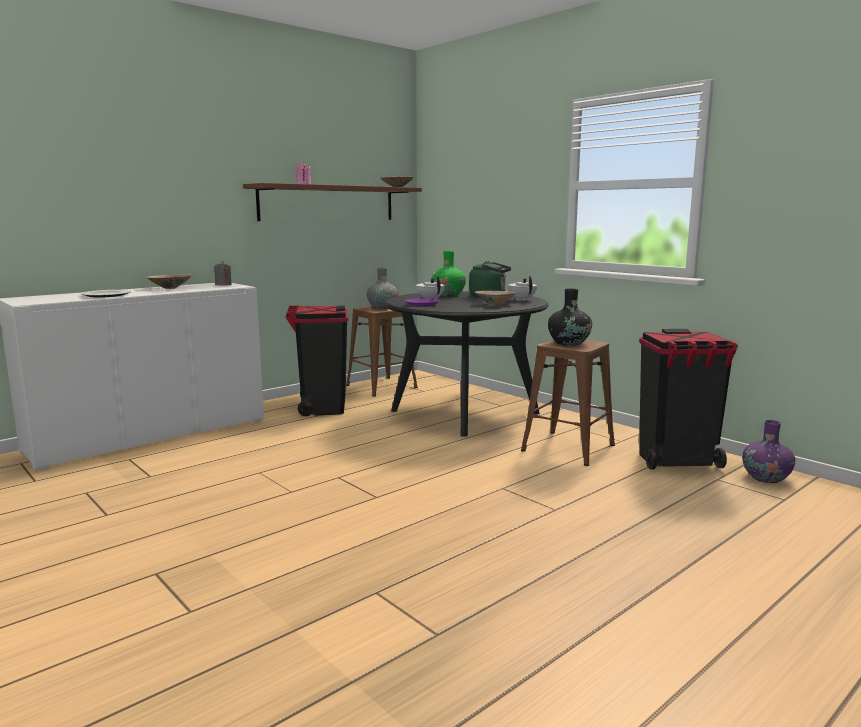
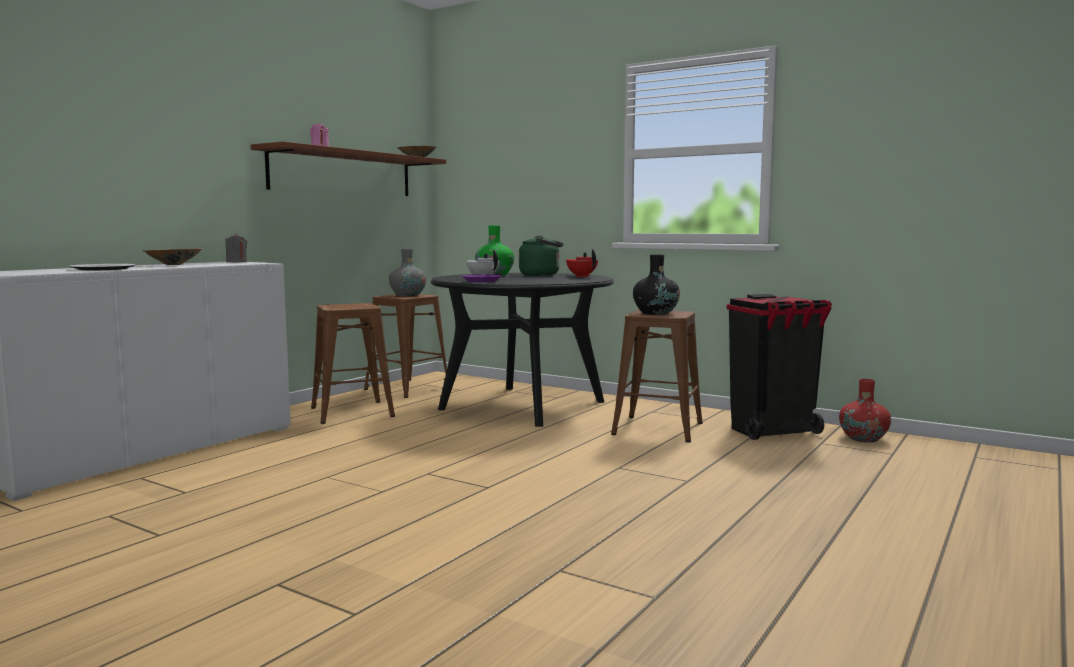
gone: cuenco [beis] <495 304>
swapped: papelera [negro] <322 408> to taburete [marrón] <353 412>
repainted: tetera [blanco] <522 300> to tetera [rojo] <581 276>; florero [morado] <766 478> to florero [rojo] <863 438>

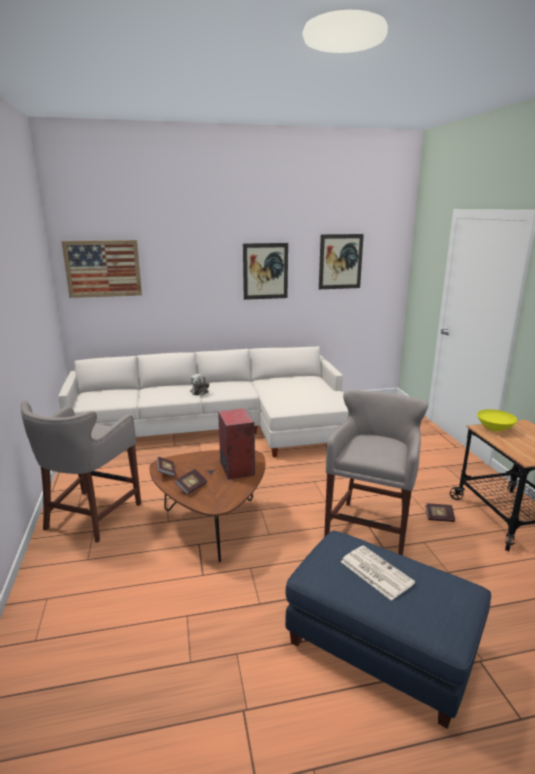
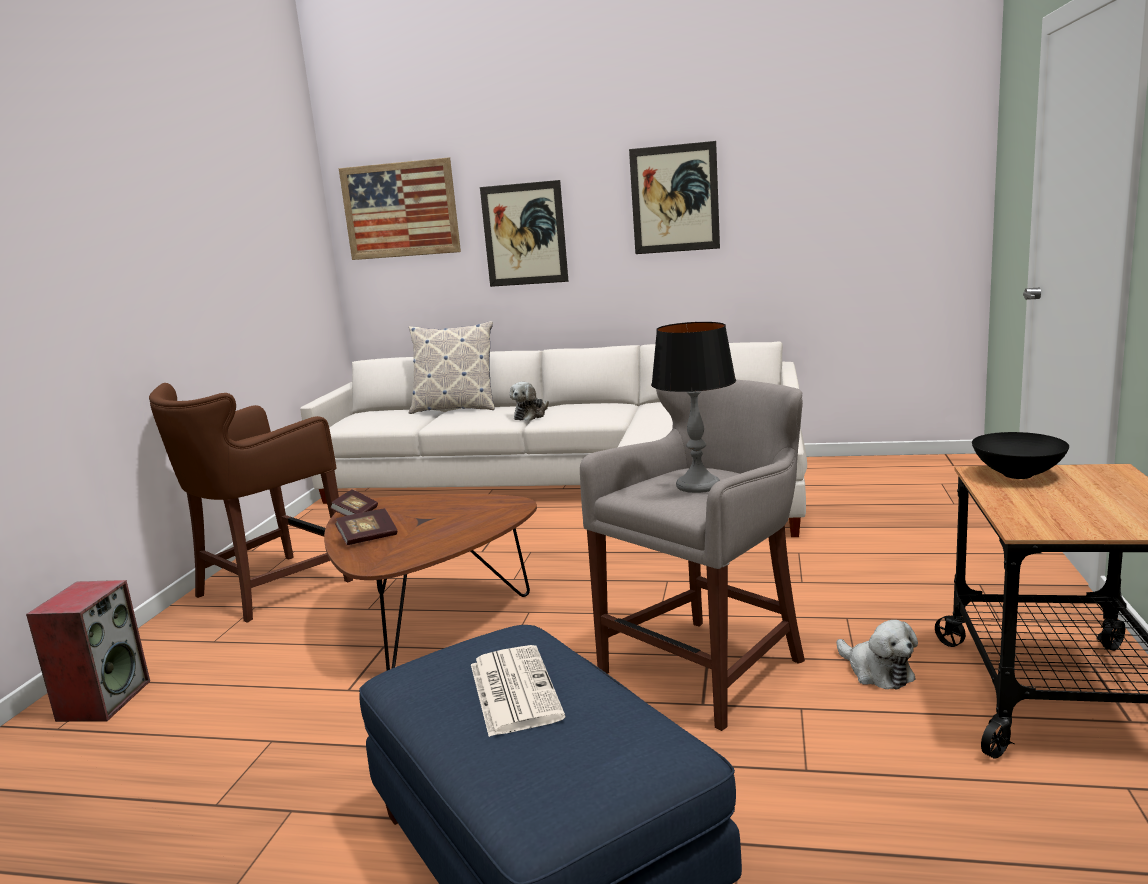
new: cojín <455 408>; lámpara de mesa <697 485>
shifted: cuadro <340 261> to <524 234>; altavoz <236 468> to <104 700>
swapped: libro <439 517> to peluche <877 672>
repainted: taburete [gris] <90 517> to taburete [marrón] <268 589>; cuenco [amarillo] <495 429> to cuenco [negro] <1017 475>

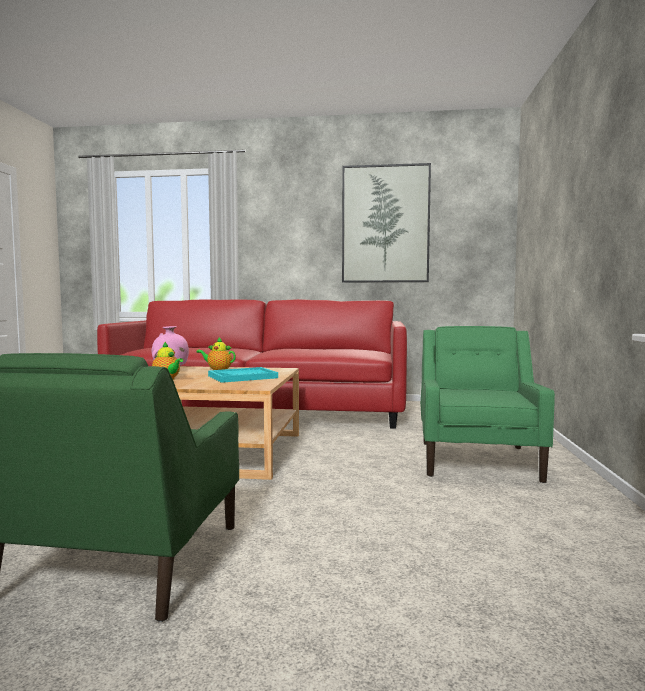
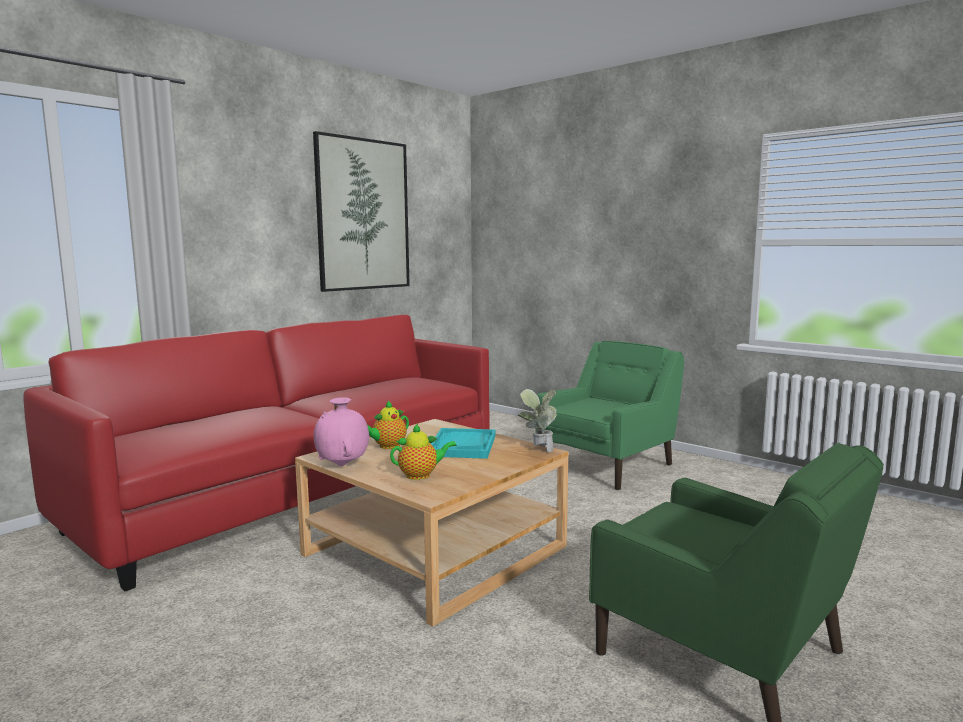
new: planta en maceta <538 450>
rotated: sillón [verde] <477 460> = <608 465> 90 degrees clockwise

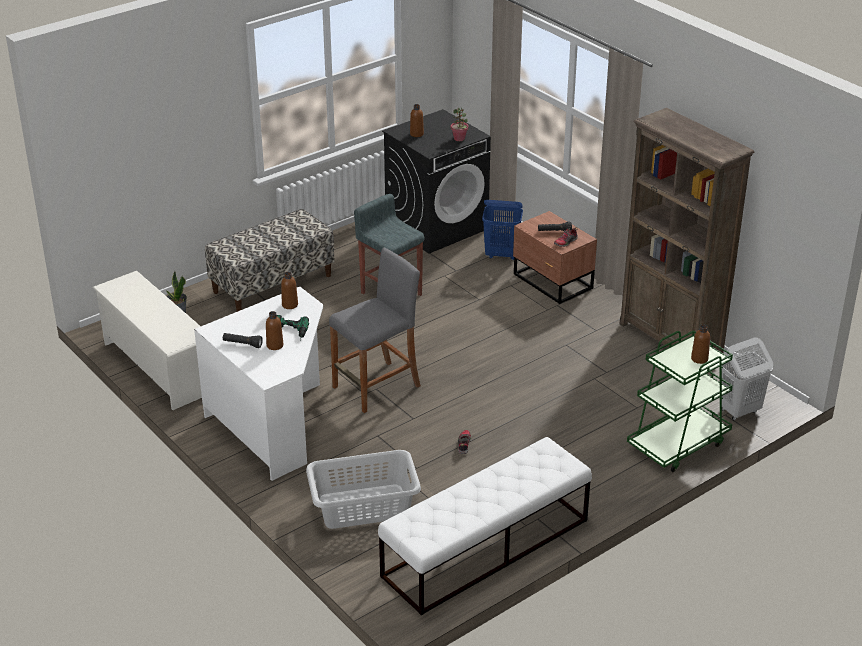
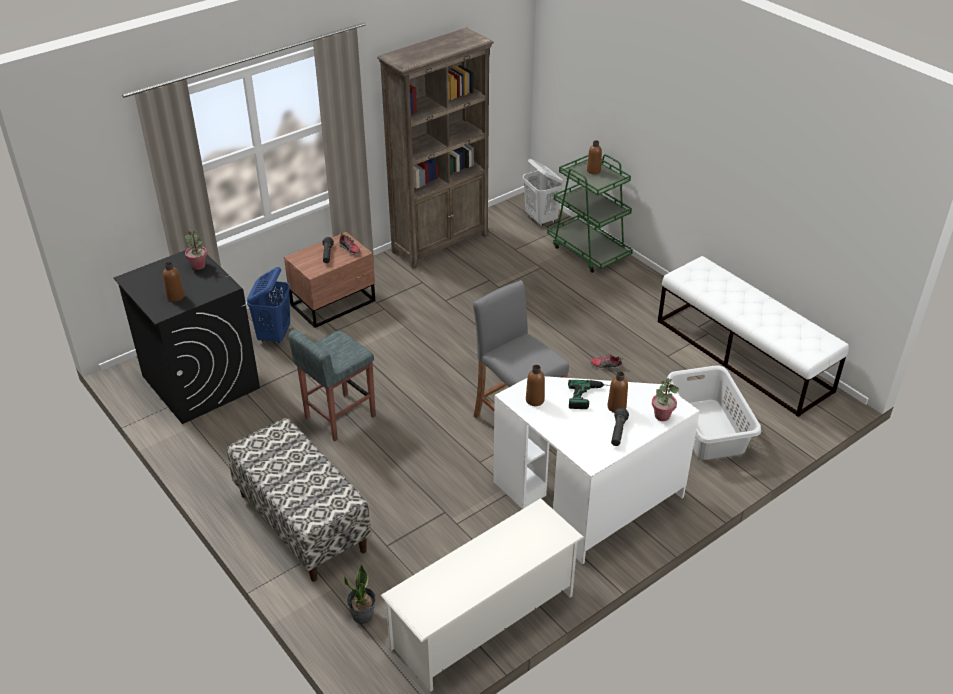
new: planta en maceta <662 416>

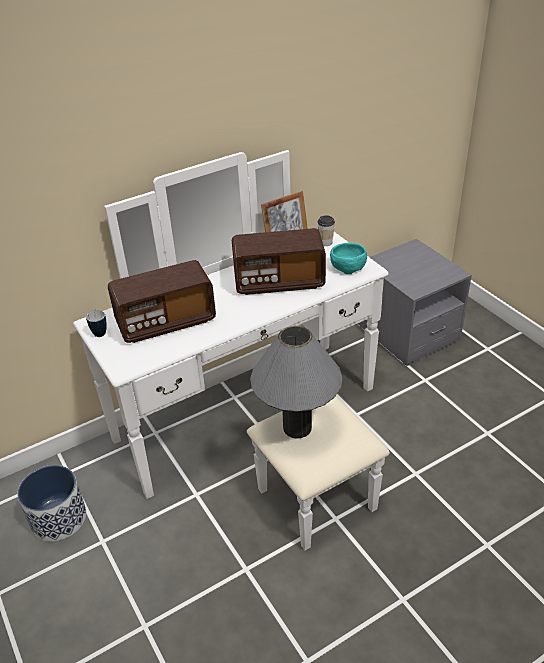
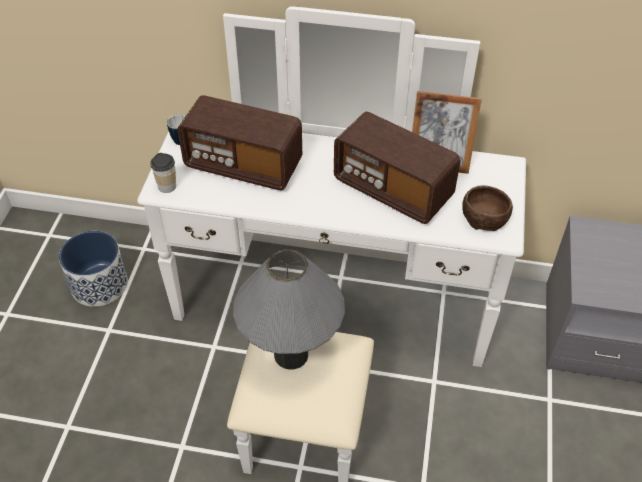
shifted: taza <325 242> to <167 186>
repainted: cuenco [turquesa] <347 266> to cuenco [marrón] <483 218>

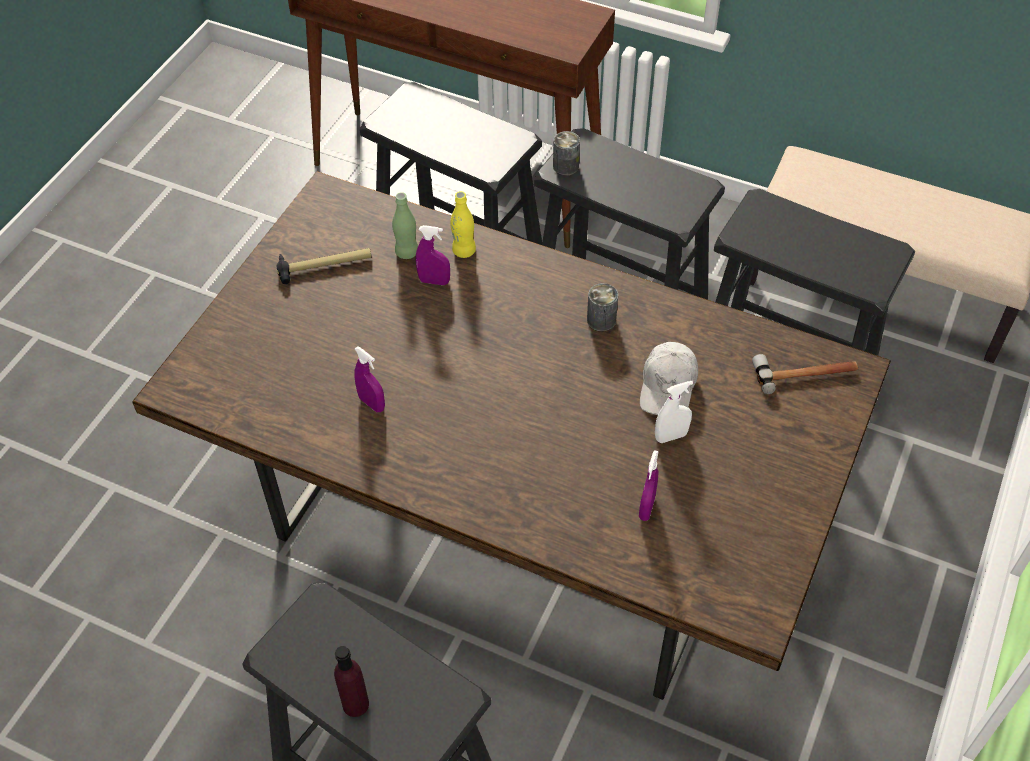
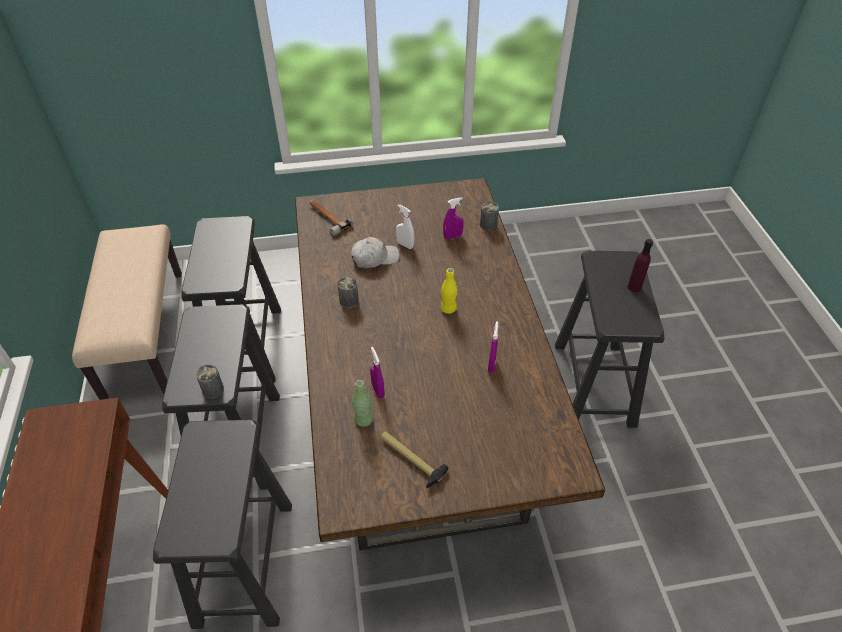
new: lata <488 225>
shifted: botella [amarillo] <464 251> to <448 309>

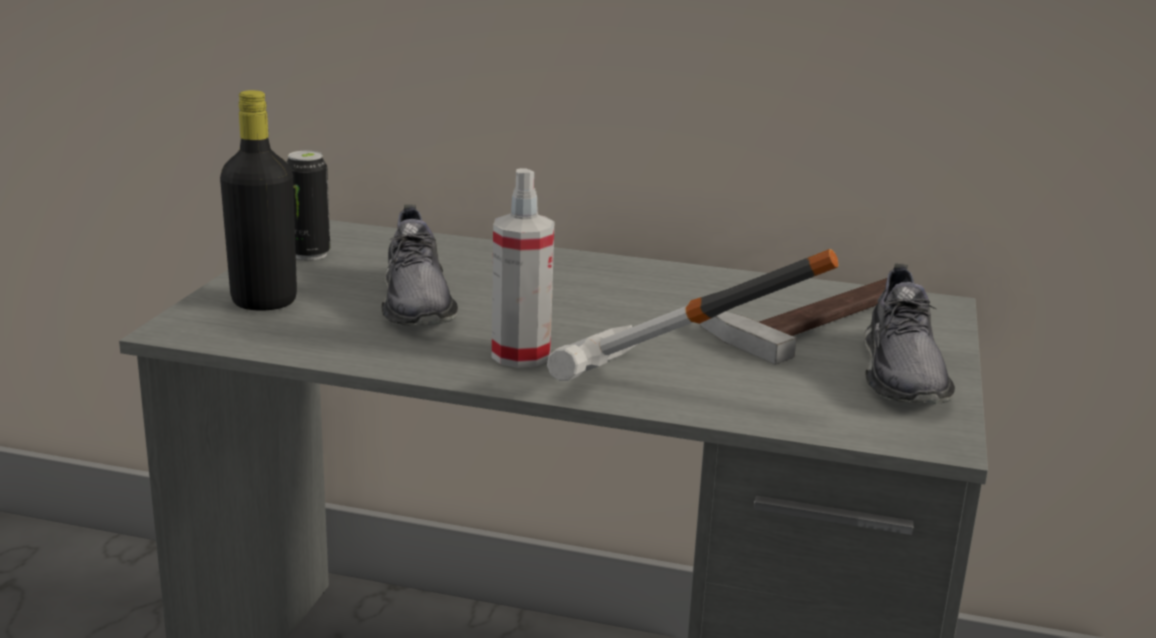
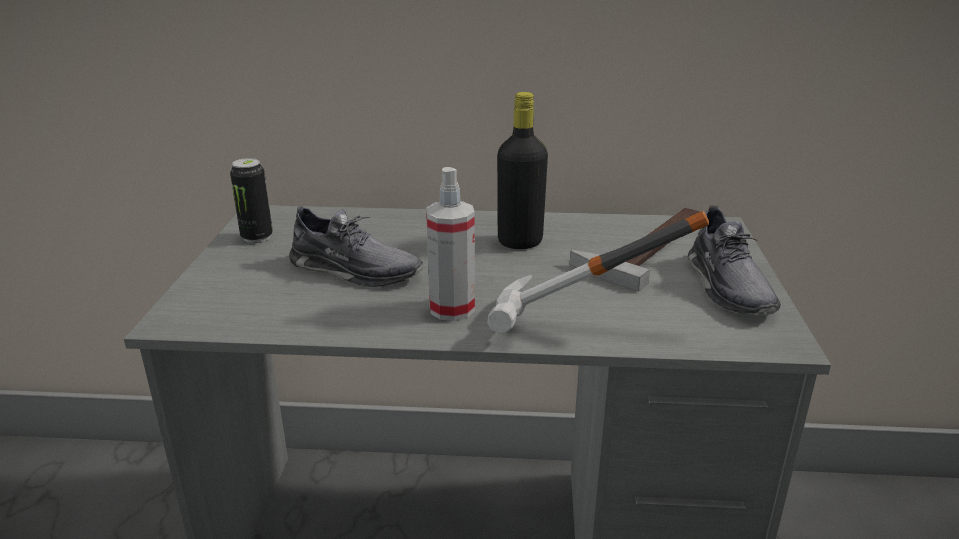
shifted: botella [negro] <264 302> to <520 242>
rotated: zapato [gris] <417 302> = <354 270> 45 degrees counterclockwise

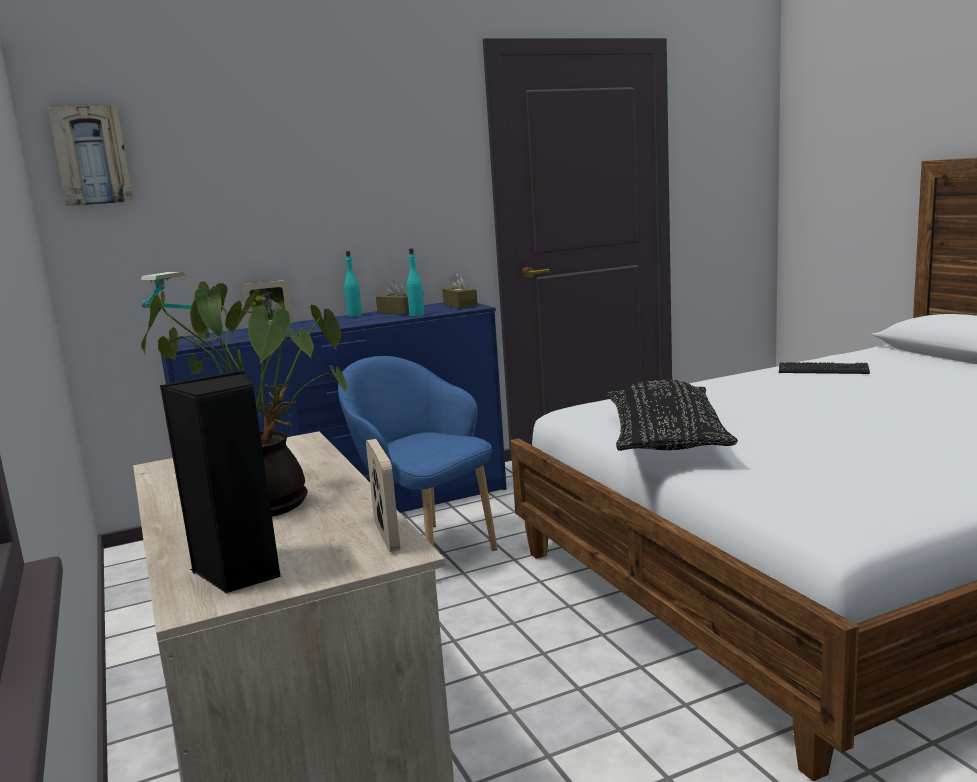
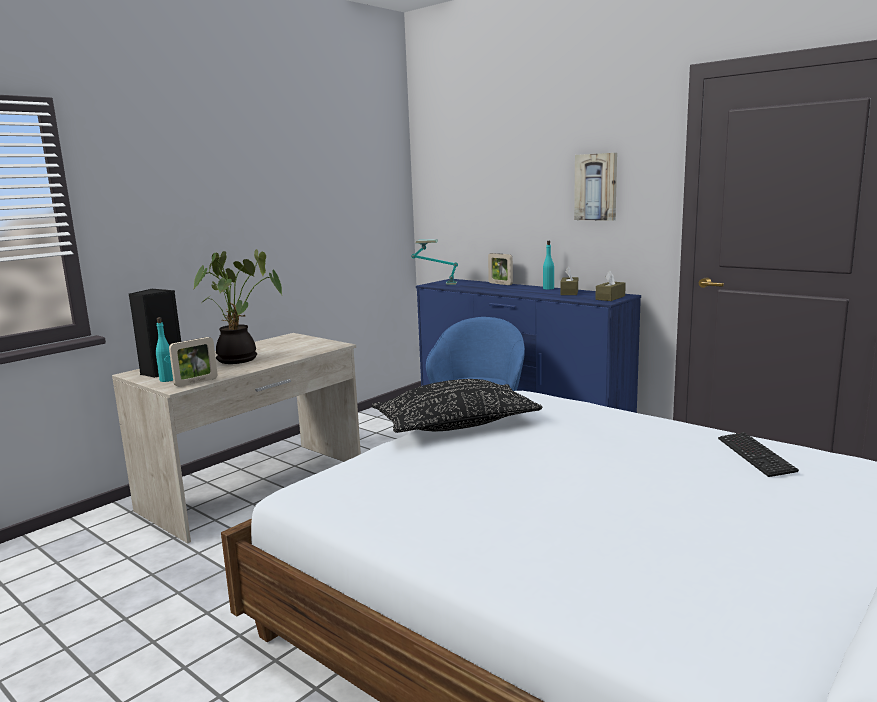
shifted: cuadro <91 156> to <596 187>; botella [turquesa] <417 315> to <167 380>

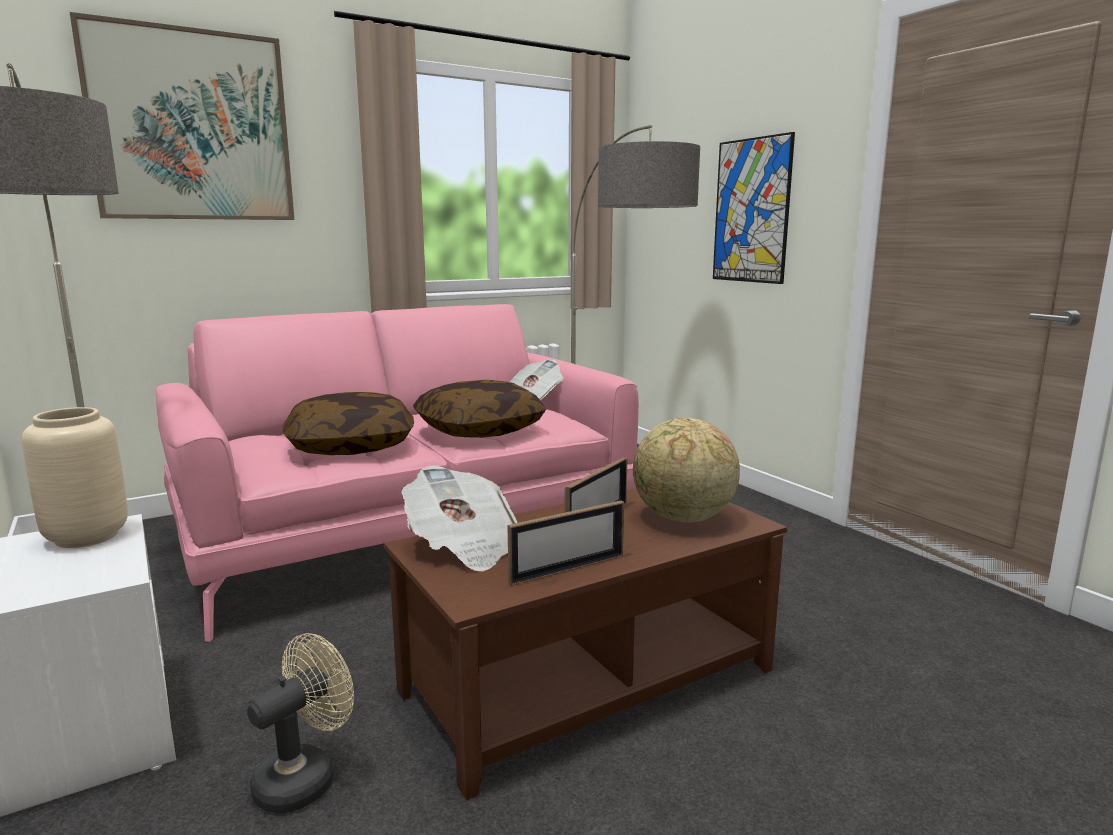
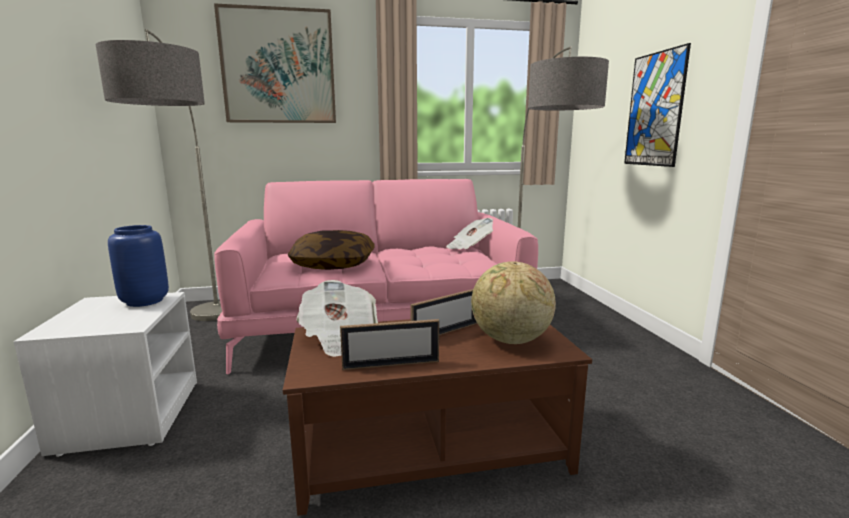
gone: cojín <479 430>; ventilador [beis] <305 777>
repainted: florero [beis] <86 536> to florero [azul] <144 301>

